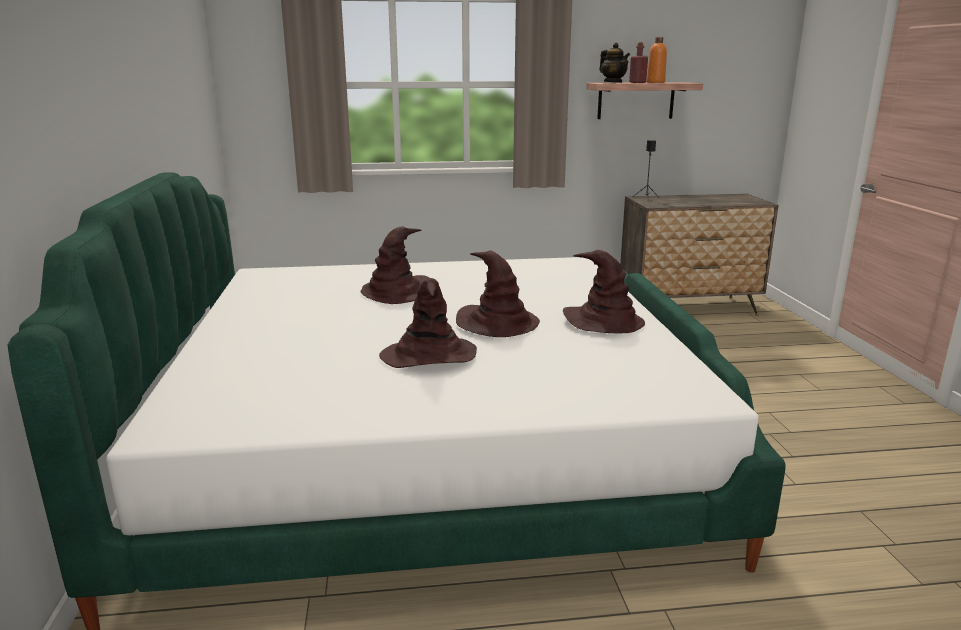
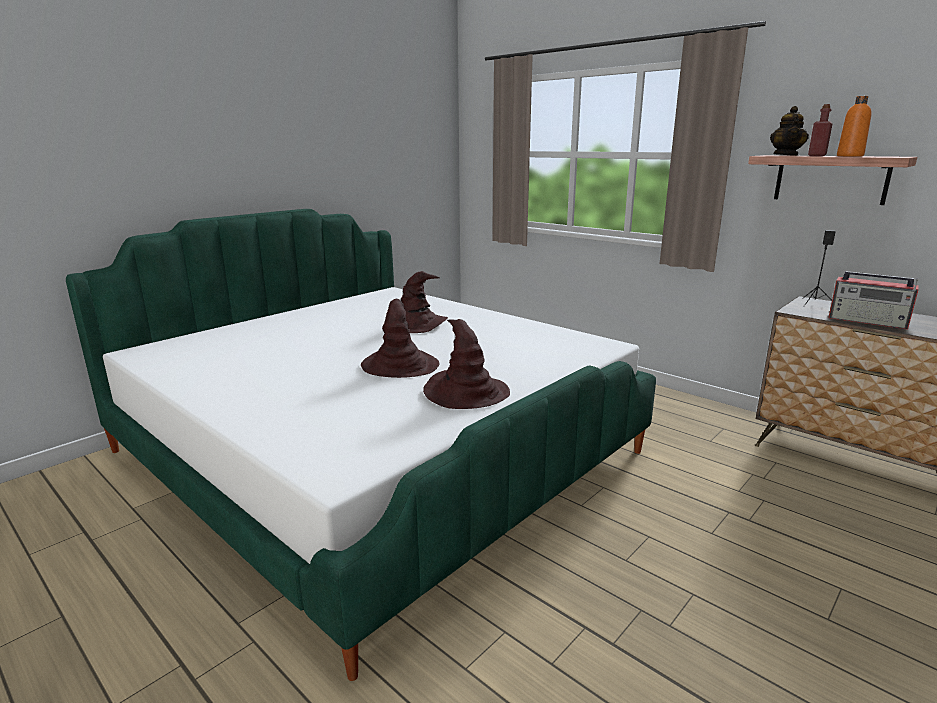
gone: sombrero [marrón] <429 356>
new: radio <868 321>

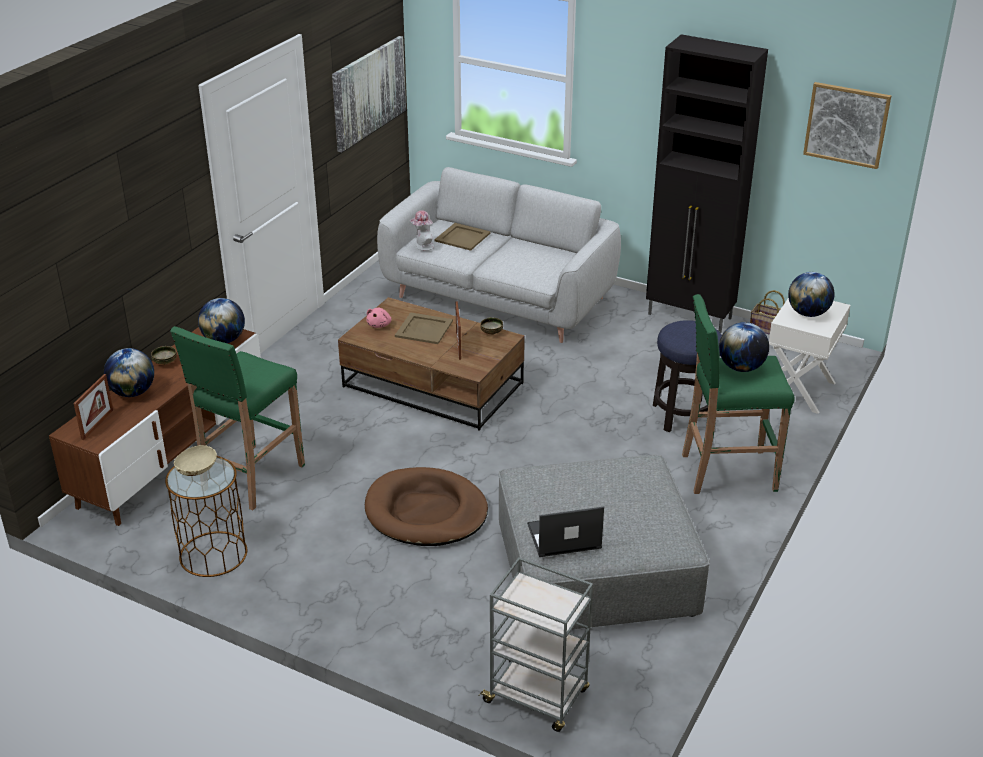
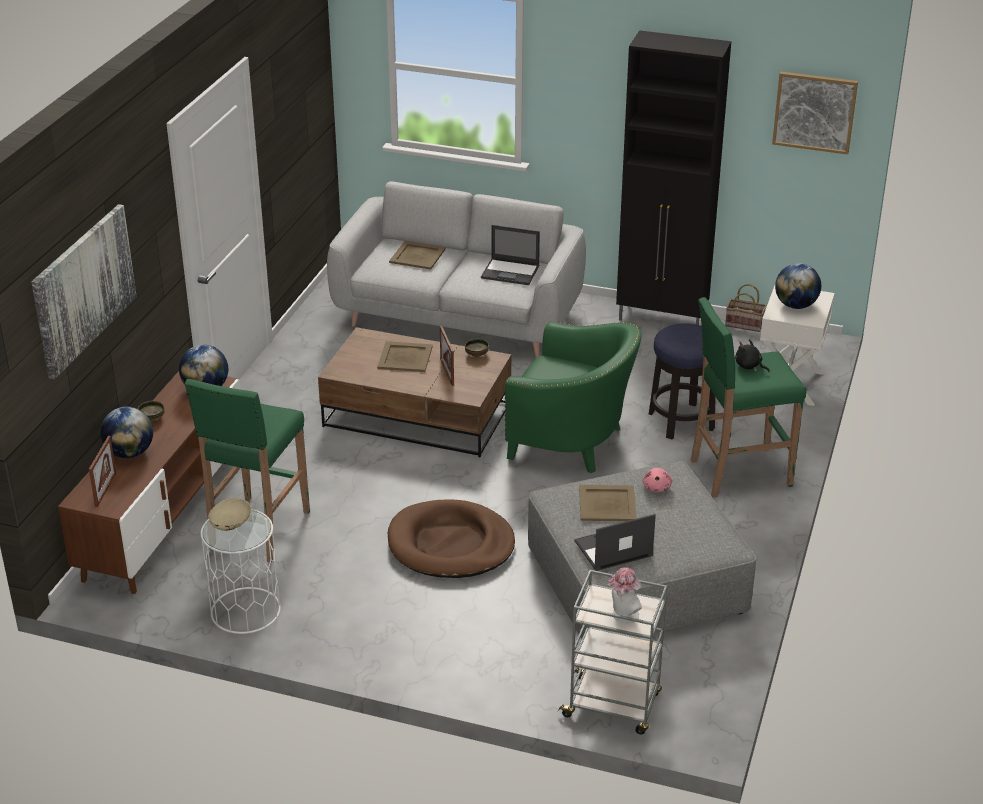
new: portátil <511 272>; sillón [verde] <573 442>; bandeja [beis] <606 504>
shifted: cuadro <368 92> to <84 289>; sombrero <422 247> to <623 616>; peluche [rosa] <379 325> to <657 487>
swapped: globo terráqueo <741 367> to peluche [negro] <749 366>
repainted: mesa auxiliar [marrón] <213 554> to mesa auxiliar [blanco] <245 610>

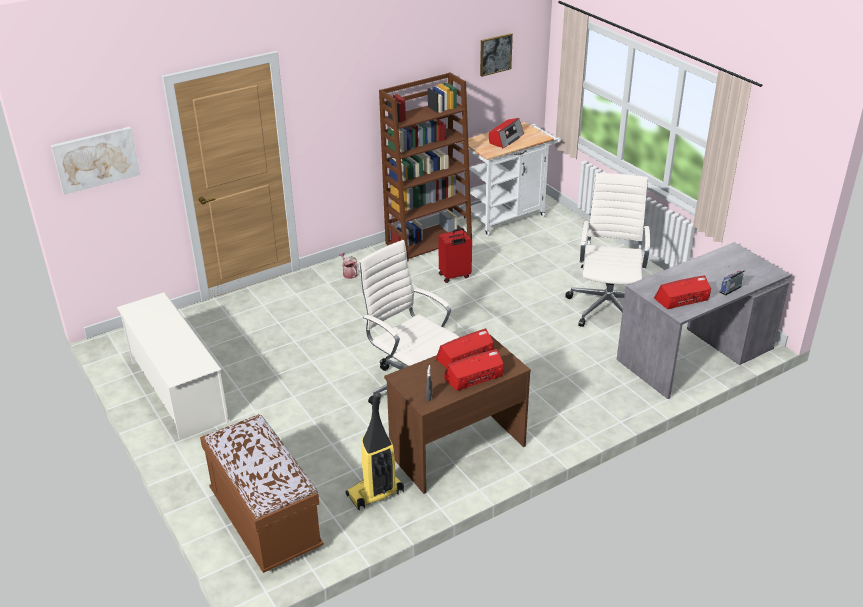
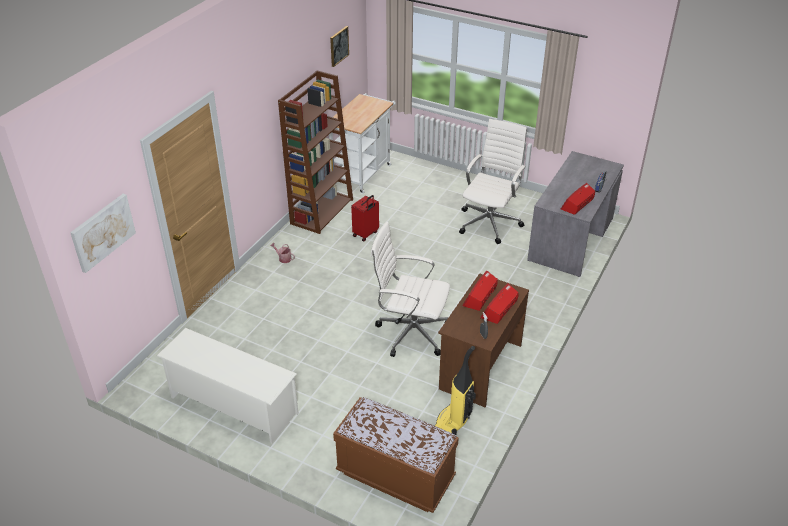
gone: radio <505 139>
rotated: silla de oficina [blanco] <608 306> = <490 222> 45 degrees clockwise

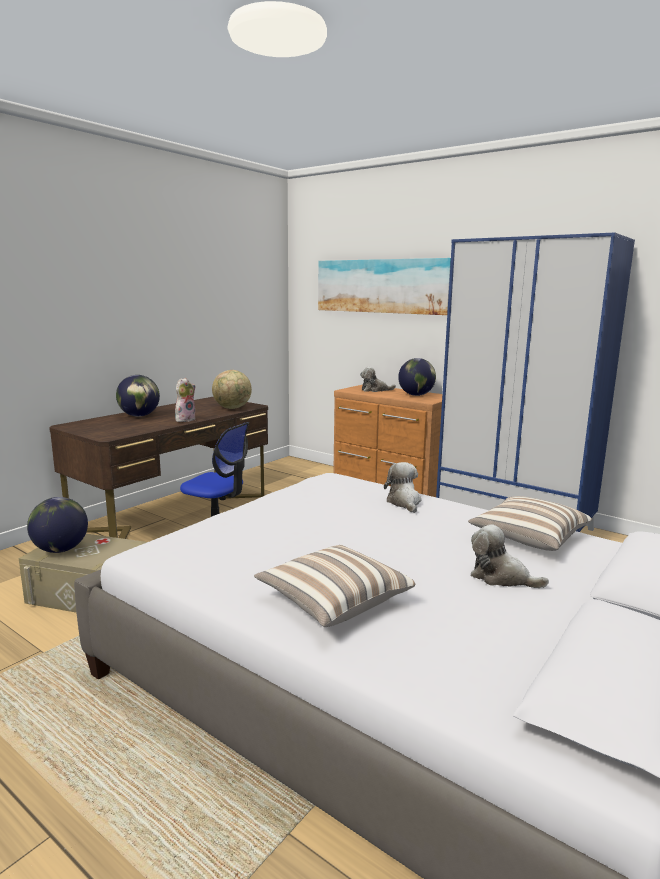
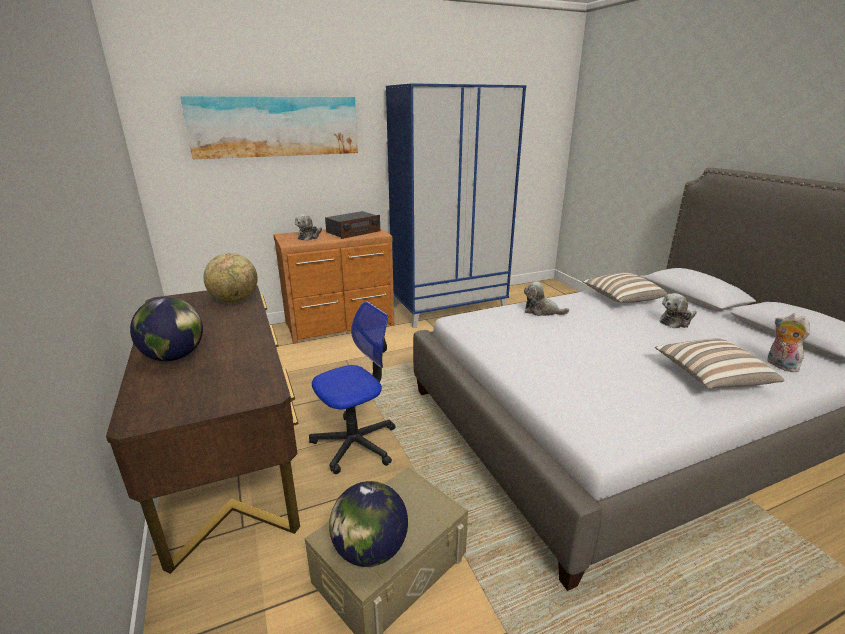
shifted: peluche <185 419> to <779 365>
swapped: globo terráqueo <416 395> to radio <353 232>

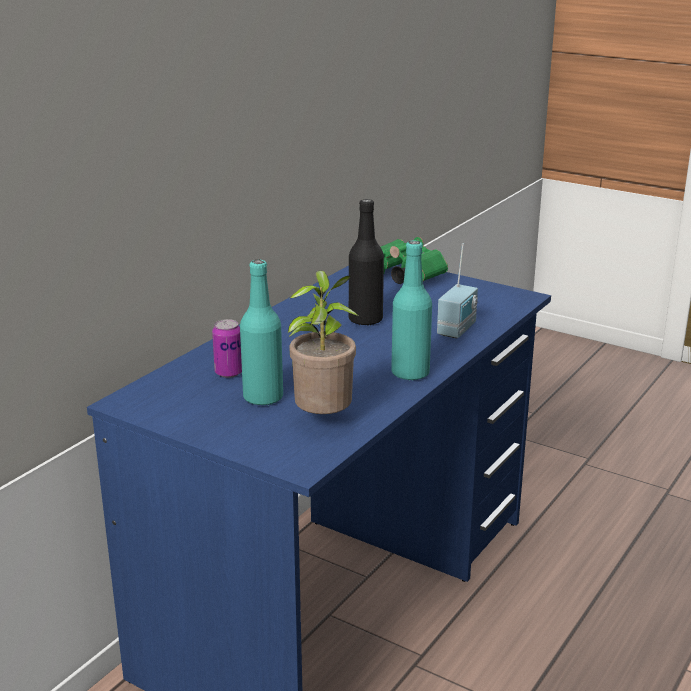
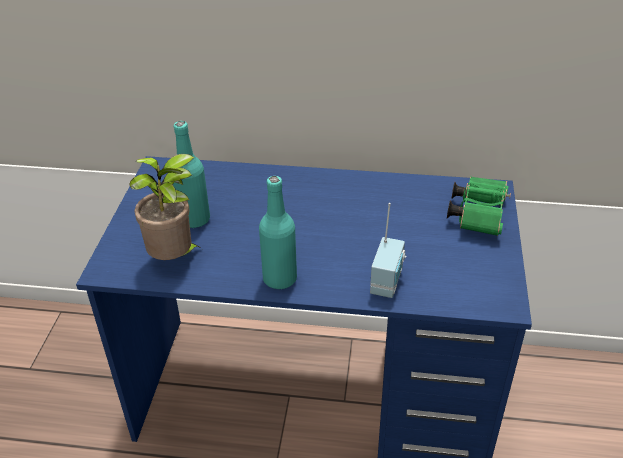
gone: botella [negro] <365 320>; lata <228 373>
rotated: radio <458 330> = <388 282> 75 degrees counterclockwise

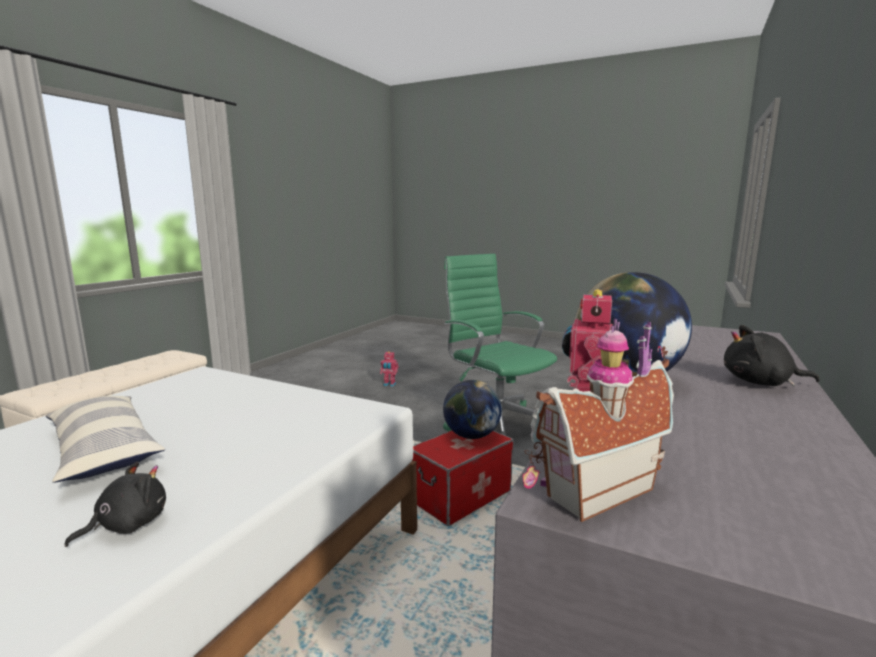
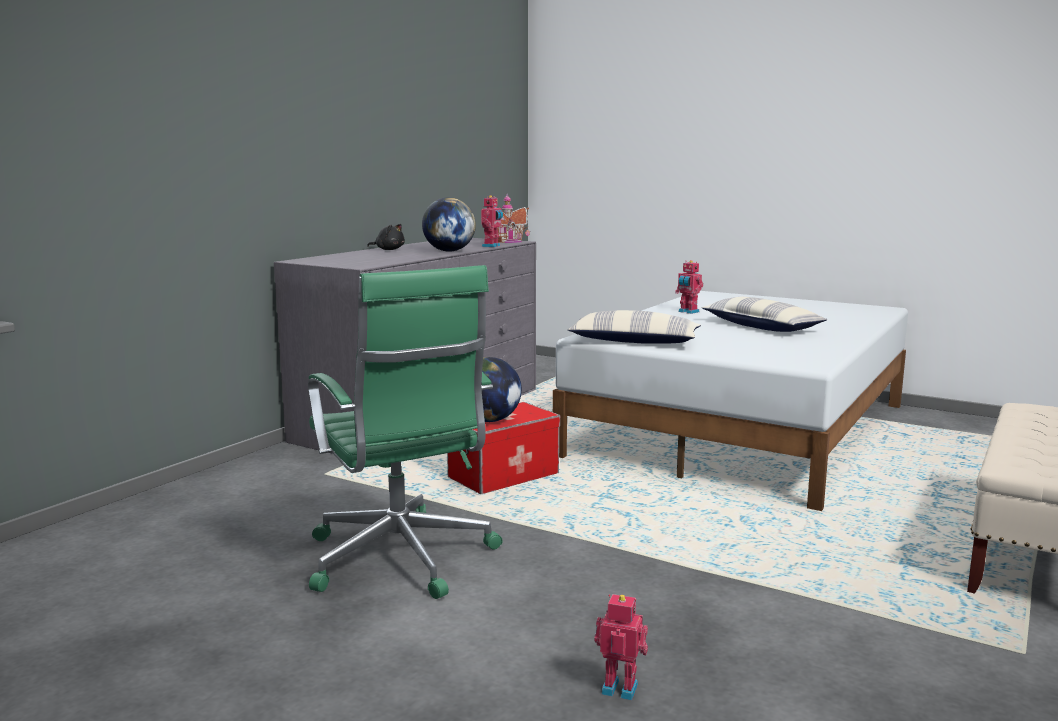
new: cojín <634 342>
swapped: peluche [negro] <128 525> to robot de juguete <688 312>

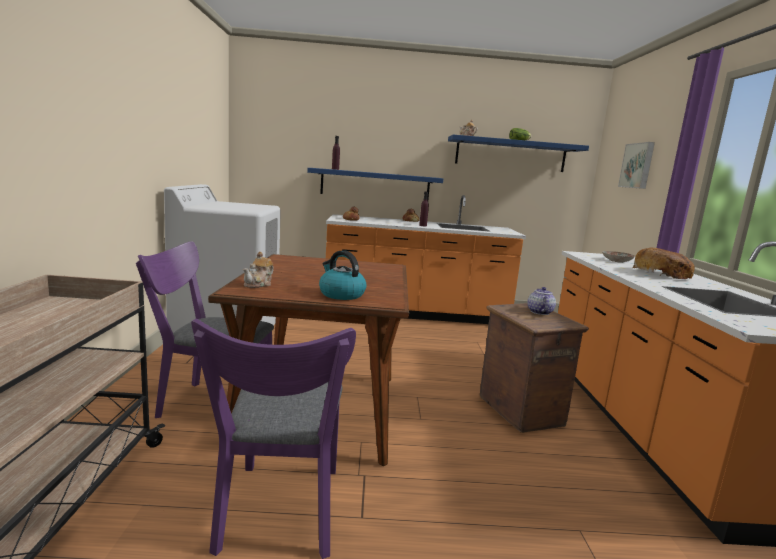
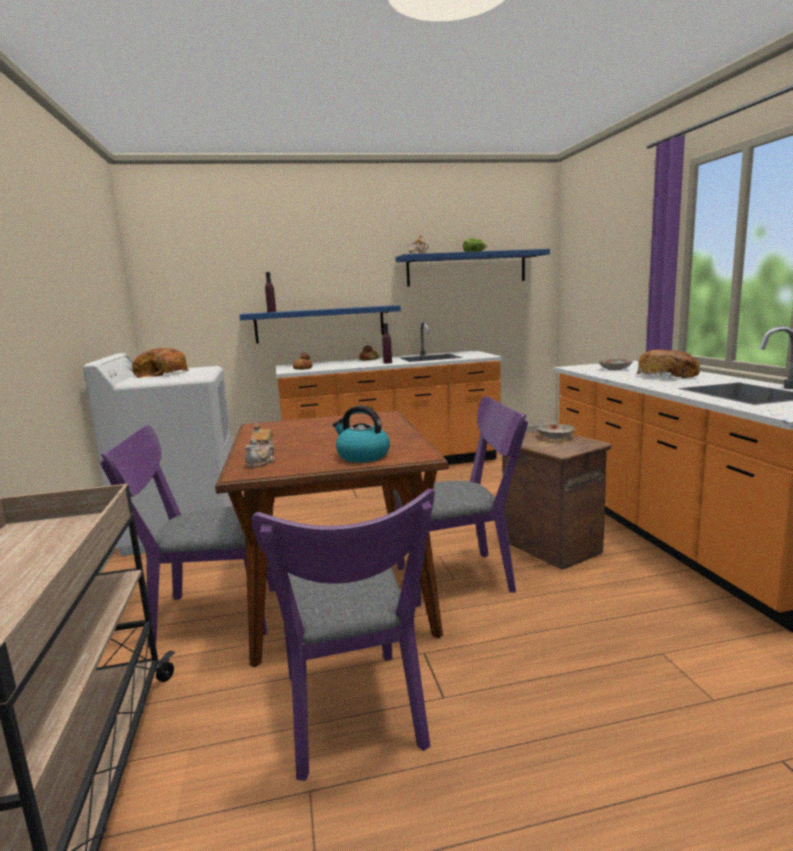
gone: cuadro <638 165>
new: pan <161 374>; silla [morado] <463 577>
swapped: tetera <539 312> to plato <555 437>

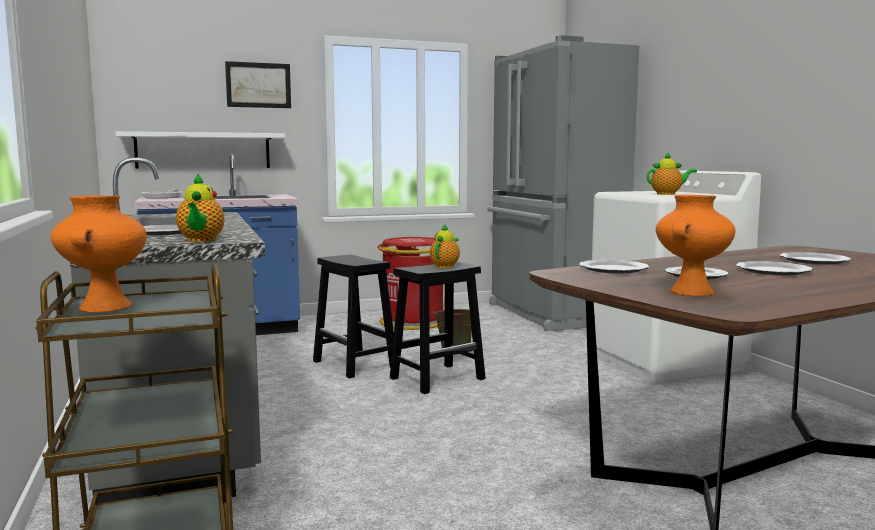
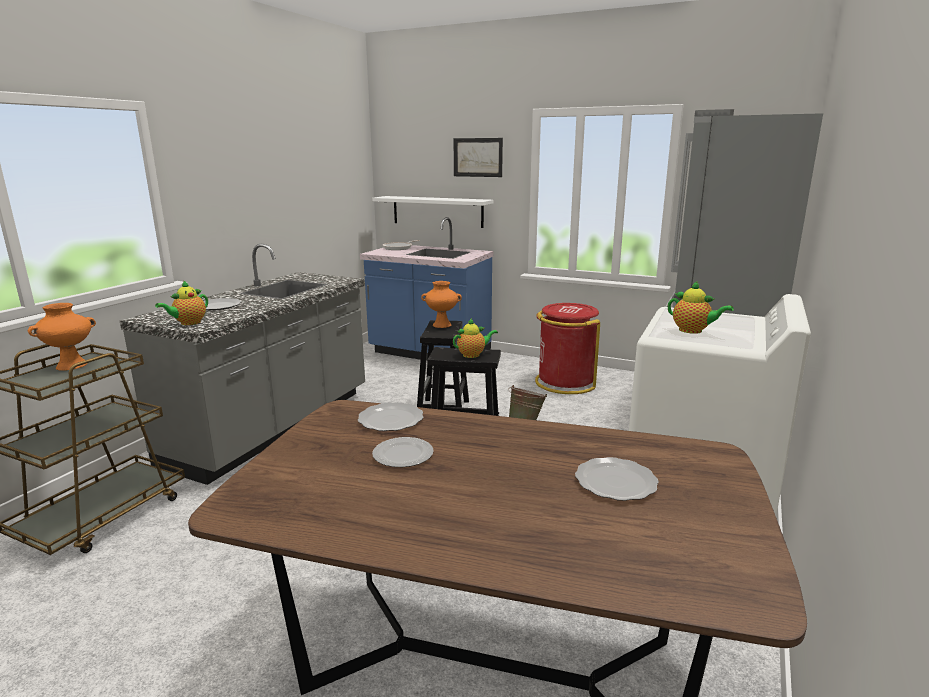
gone: plato <774 271>
shifted: florero [naranja] <691 291> to <442 325>

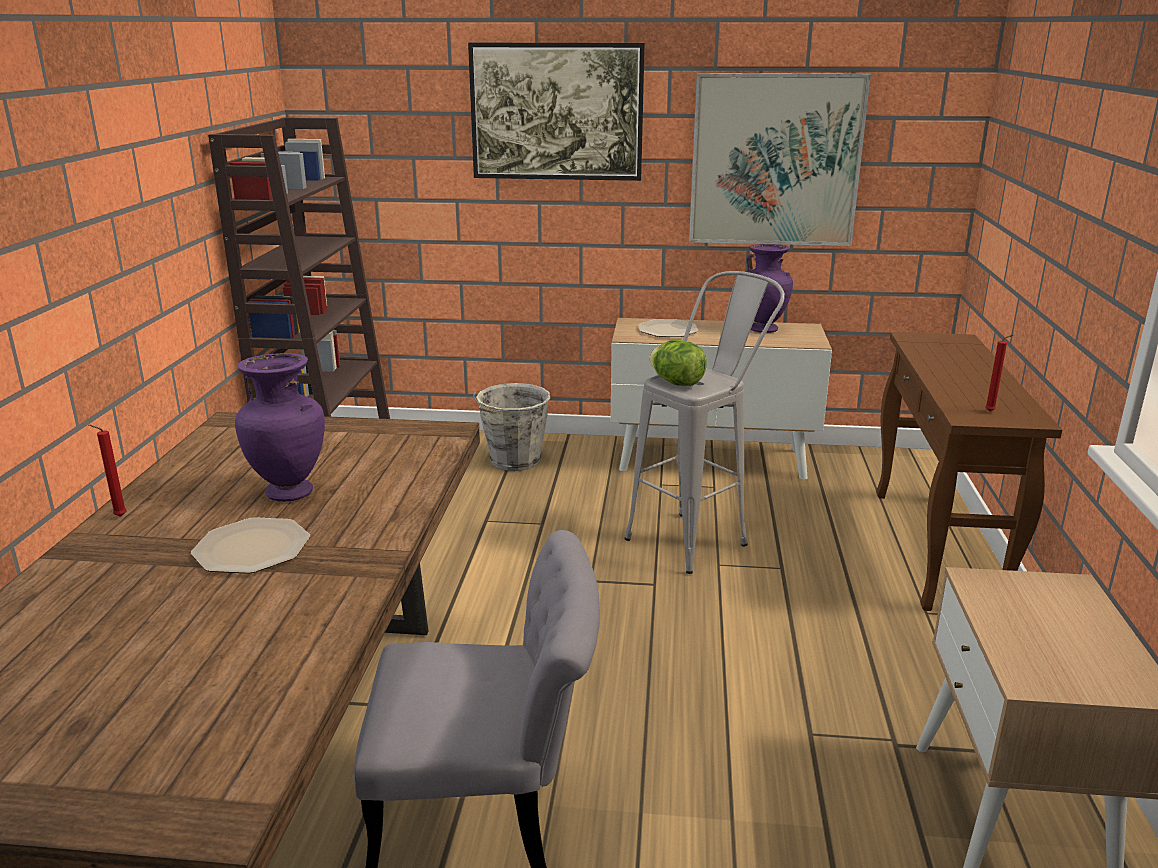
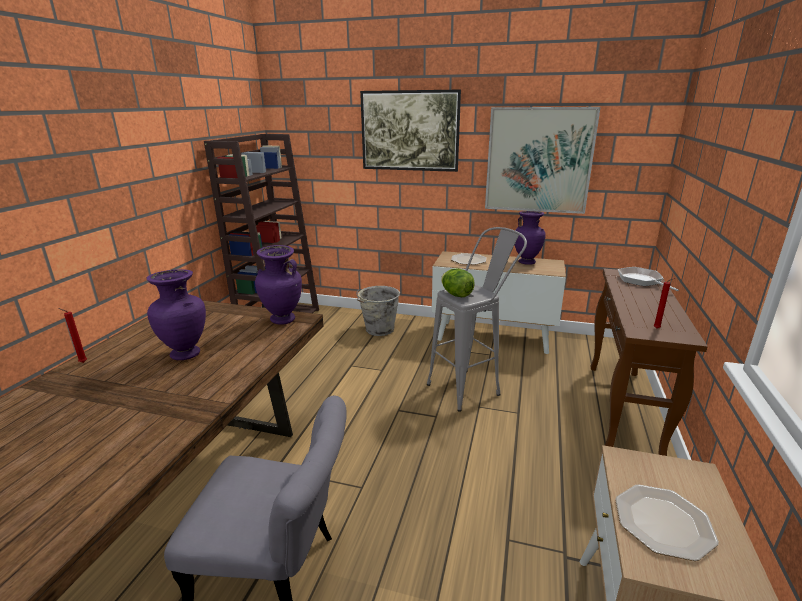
new: florero [morado] <282 320>; sartén <641 281>
shifted: plato <252 548> to <664 523>

